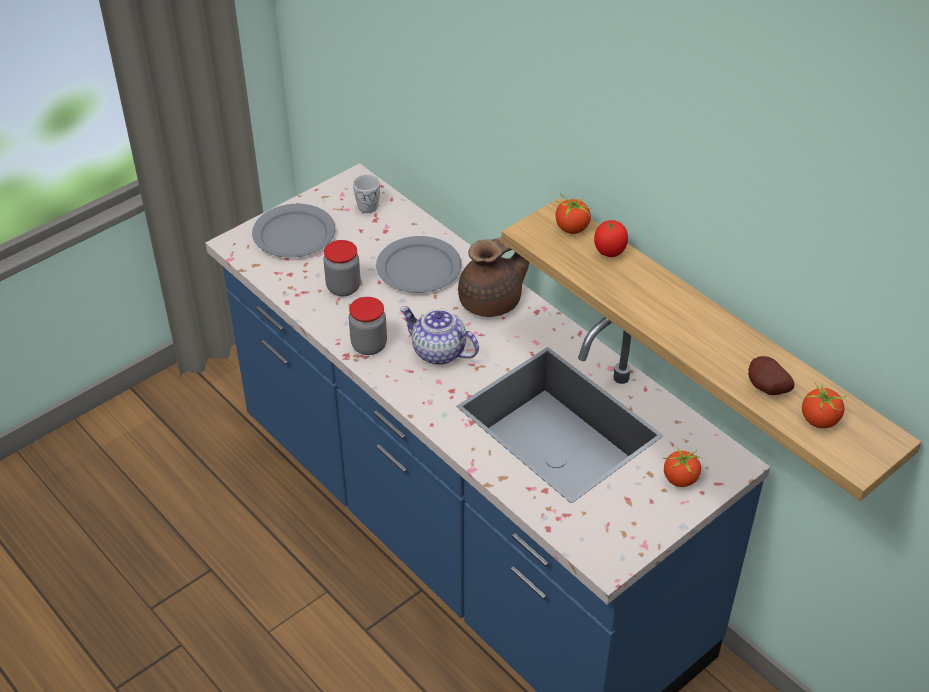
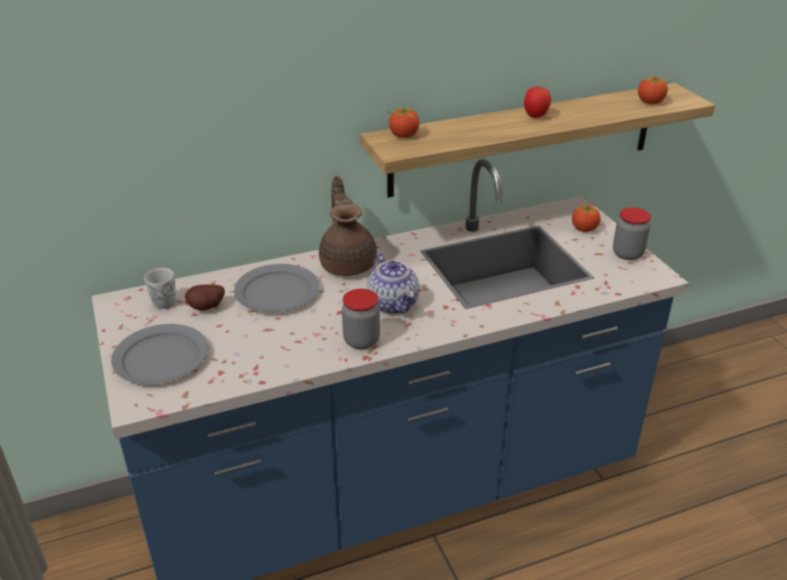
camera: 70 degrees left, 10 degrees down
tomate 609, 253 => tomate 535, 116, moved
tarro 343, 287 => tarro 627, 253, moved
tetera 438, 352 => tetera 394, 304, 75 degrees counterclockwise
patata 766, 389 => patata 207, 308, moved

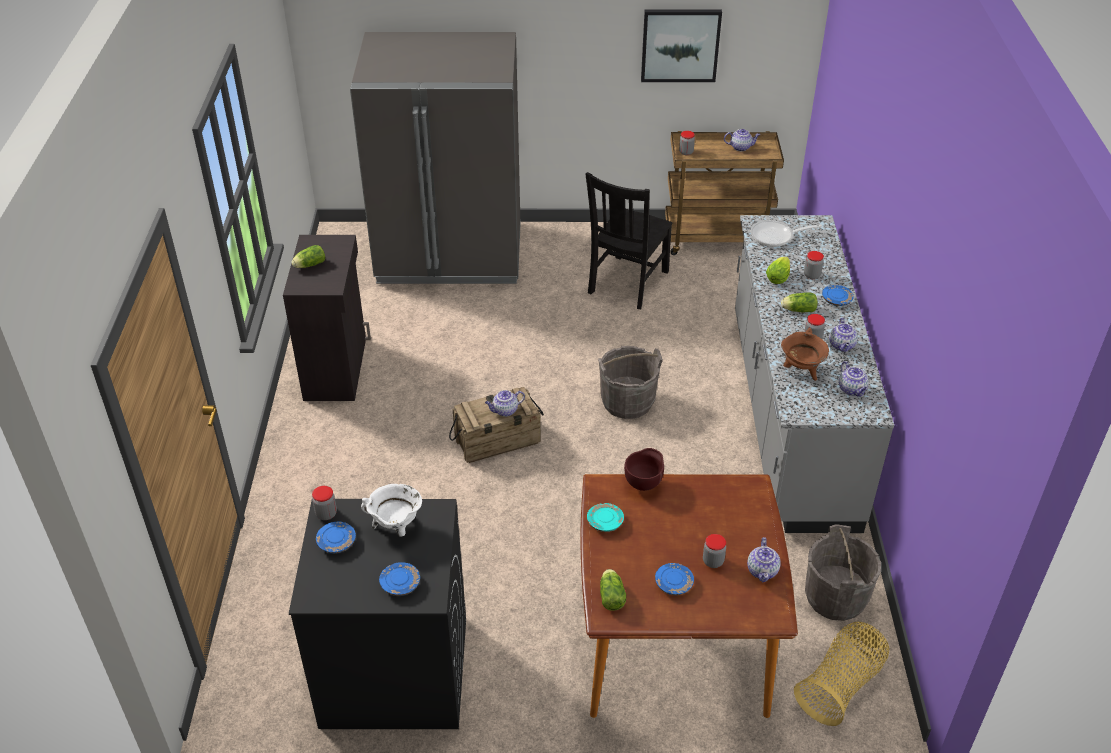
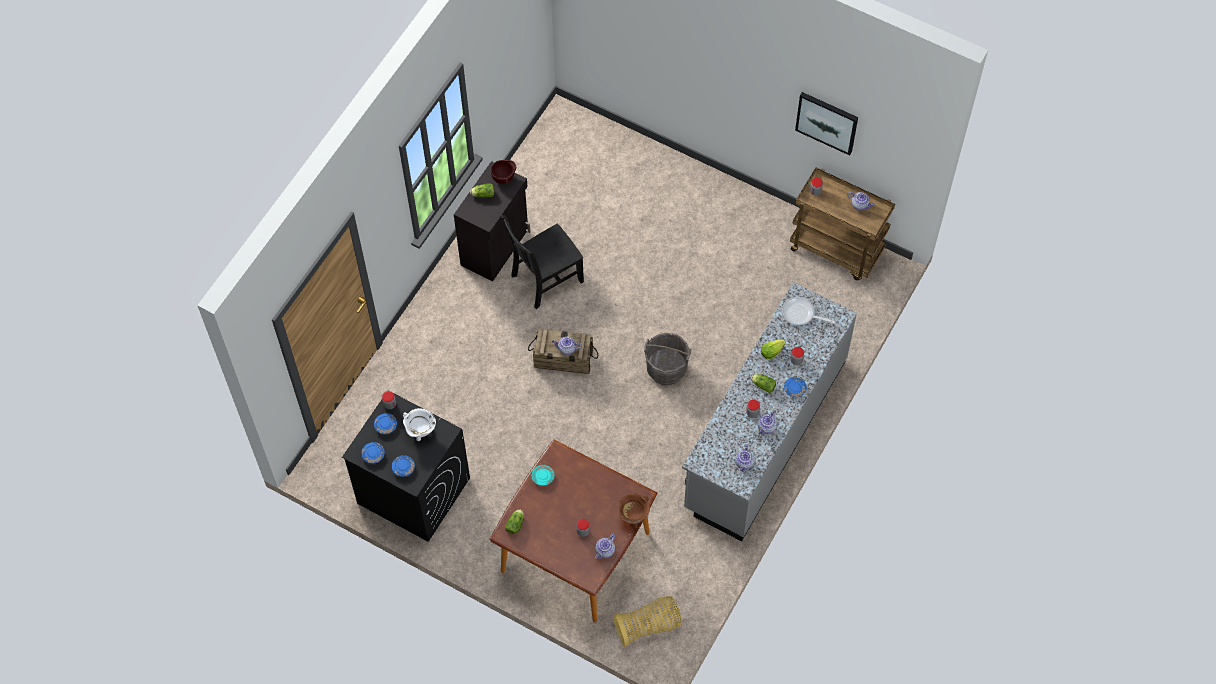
camera: 30 degrees right, 20 degrees up
nevera [gris] 450, 255 => nothing
silla [negro] 626, 283 => silla [negro] 545, 279, moved
olla [marrón] 801, 371 => olla [marrón] 633, 516, moved
cuenco [marrón] 644, 483 => cuenco [marrón] 504, 178, moved
cubo [gris] 835, 597 => nothing
plato [azul] 674, 584 => plato [azul] 373, 455, moved

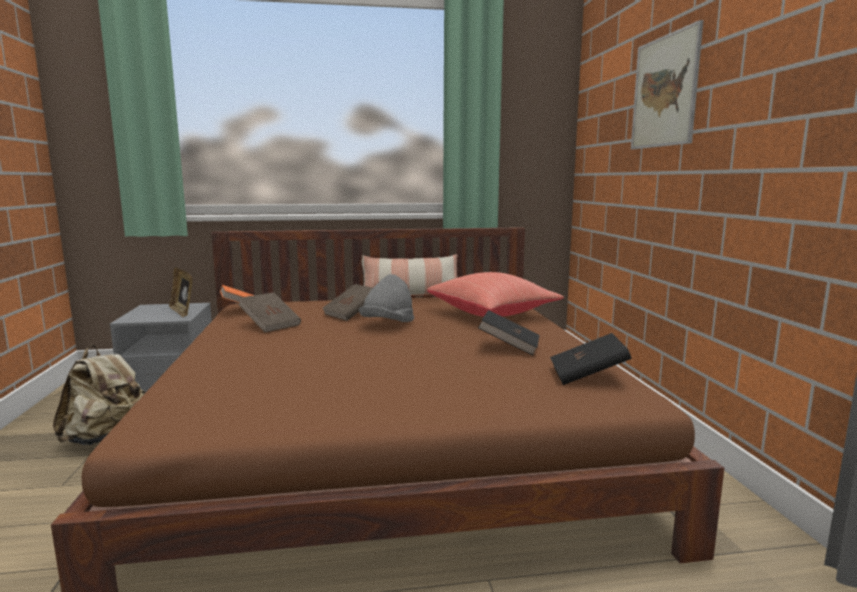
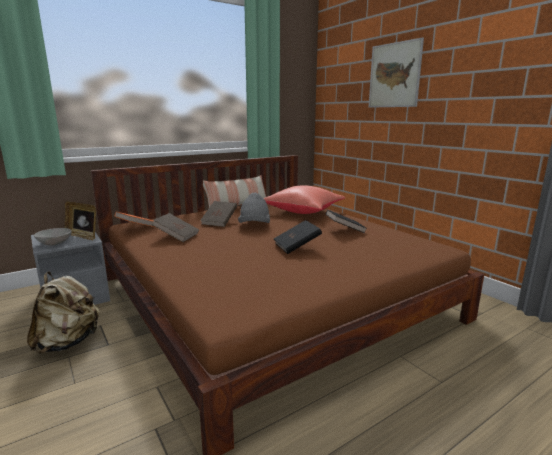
camera: 25 degrees left, 5 degrees up
libro [negro] 587, 376 => libro [negro] 297, 246, moved
nothing => cuenco [gris] 54, 243

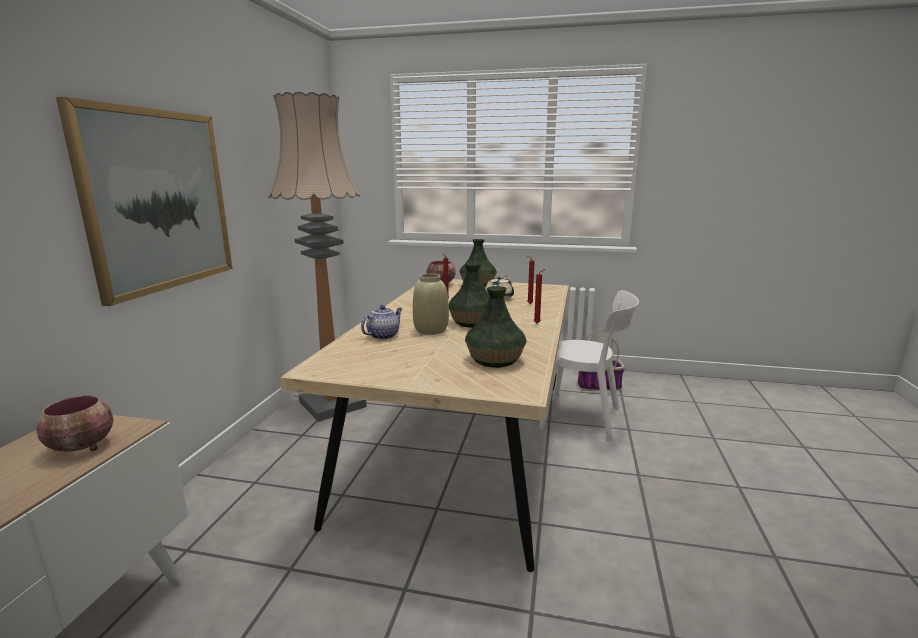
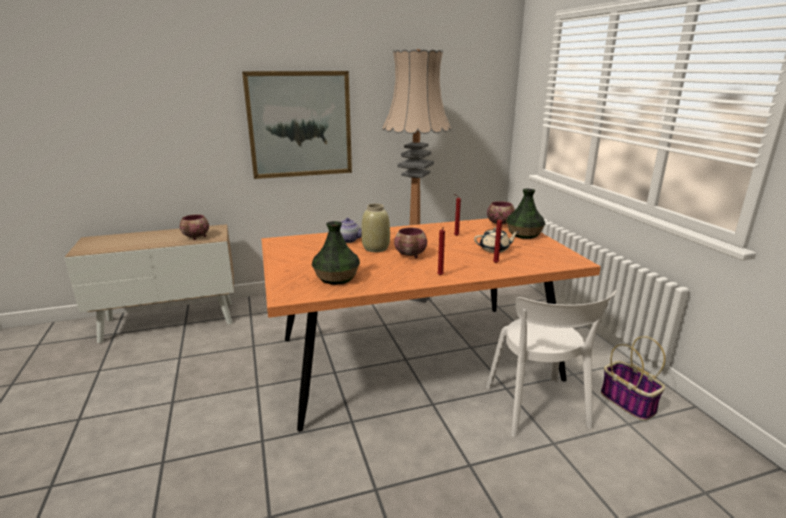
camera: 60 degrees right, 5 degrees up
florero 473, 322 => cuenco 411, 255
mesa de comedor [beis] 463, 446 => mesa de comedor [naranja] 417, 358

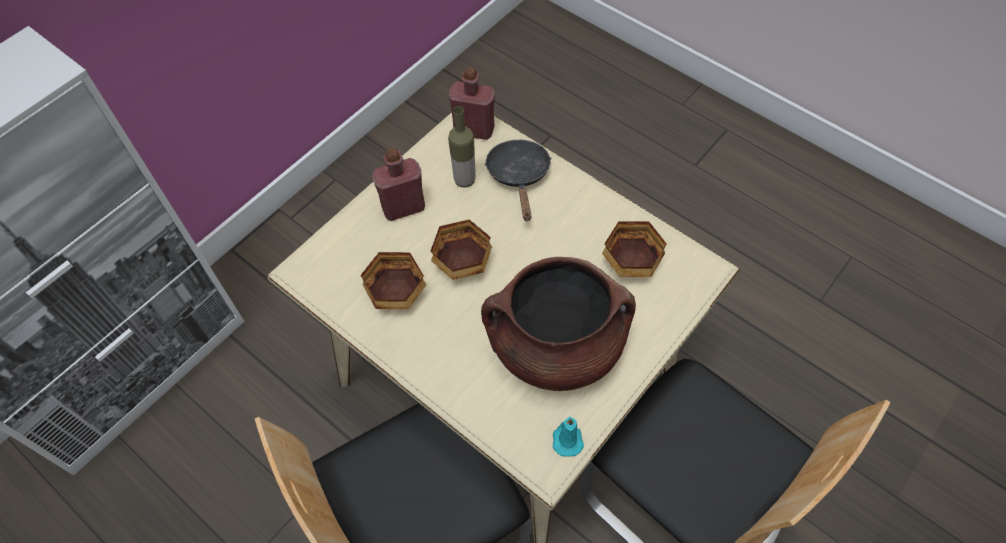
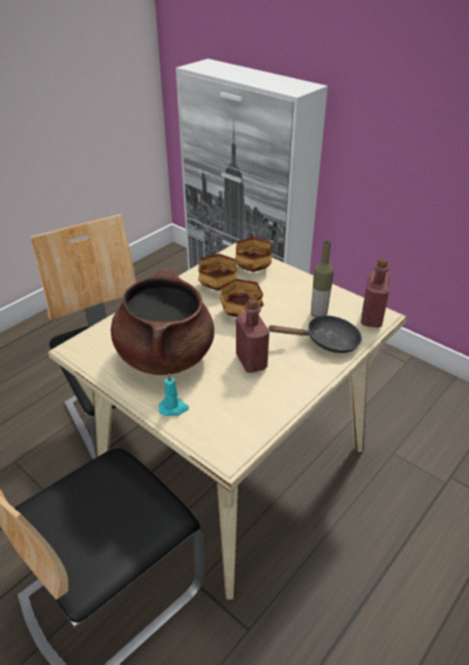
camera: 90 degrees right, 20 degrees down
botella [rojo] 403, 207 => botella [rojo] 251, 361, moved
cuenco 632, 262 => cuenco 254, 268, moved
vela [turquesa] 567, 439 => vela [turquesa] 173, 408, moved

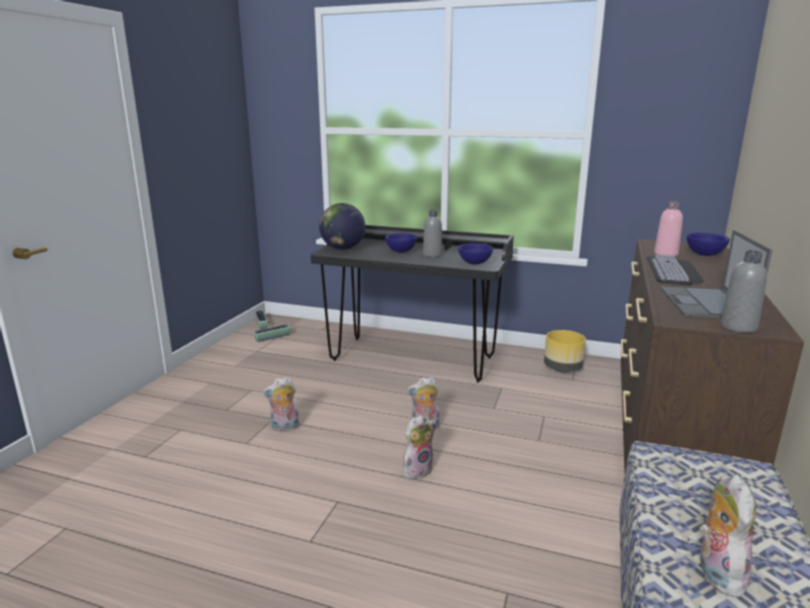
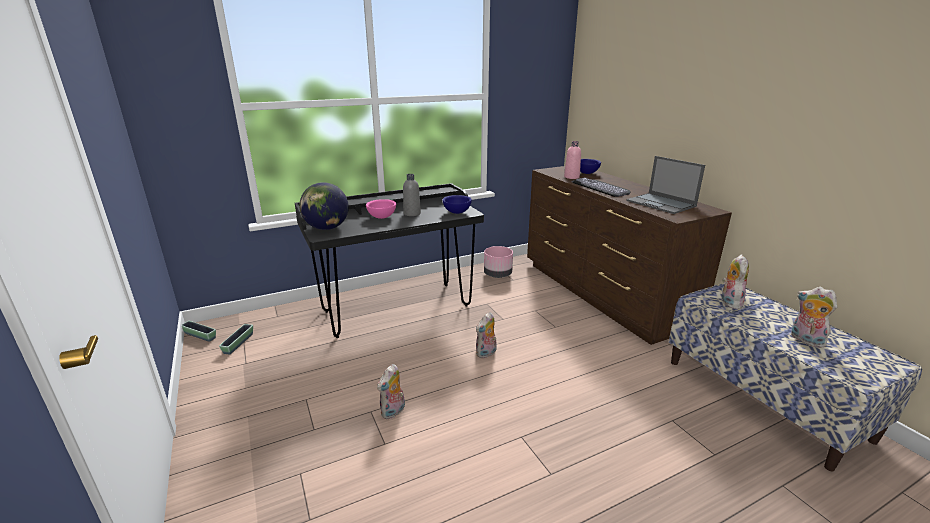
camera: 45 degrees left, 5 degrees up
cuenco [azul] 400, 251 => cuenco [rosa] 381, 217
botella [gris] 738, 327 => nothing
maceta [amarillo] 563, 368 => maceta [rosa] 498, 275
peluche 417, 470 => peluche 729, 302, moved

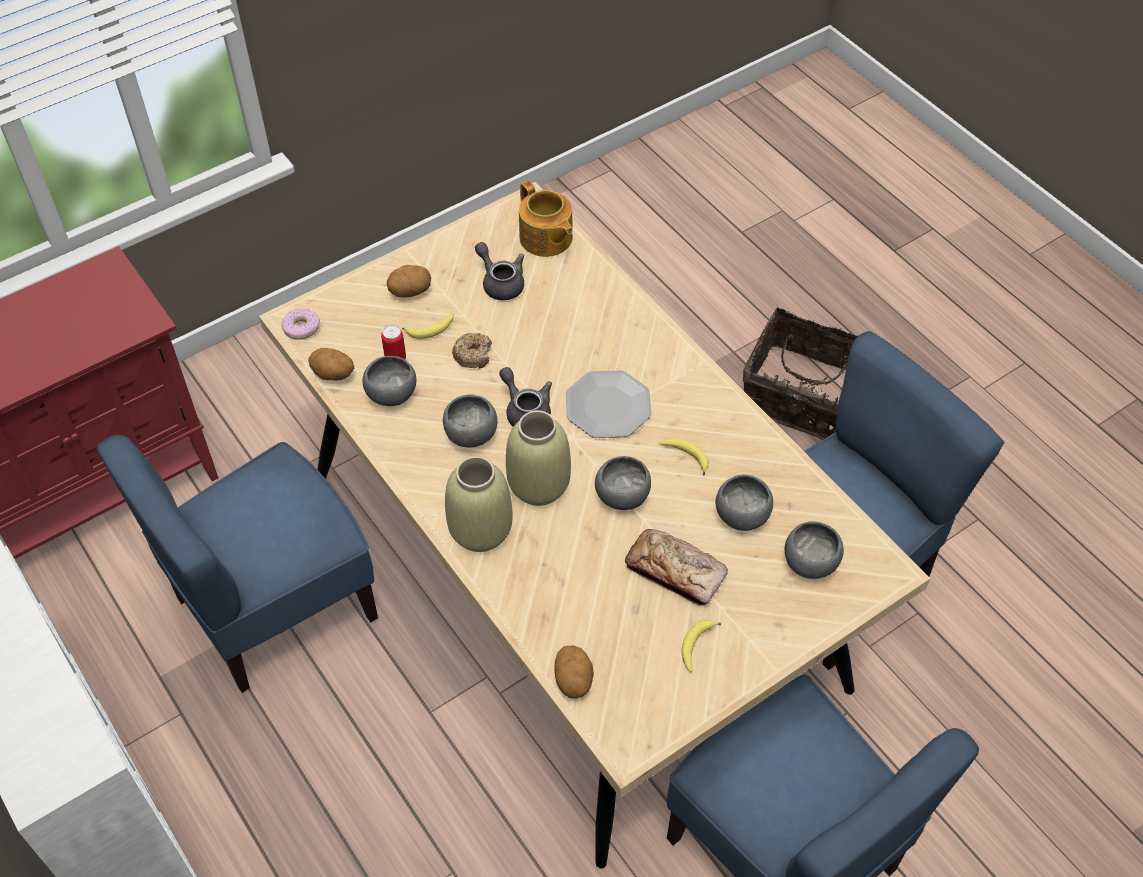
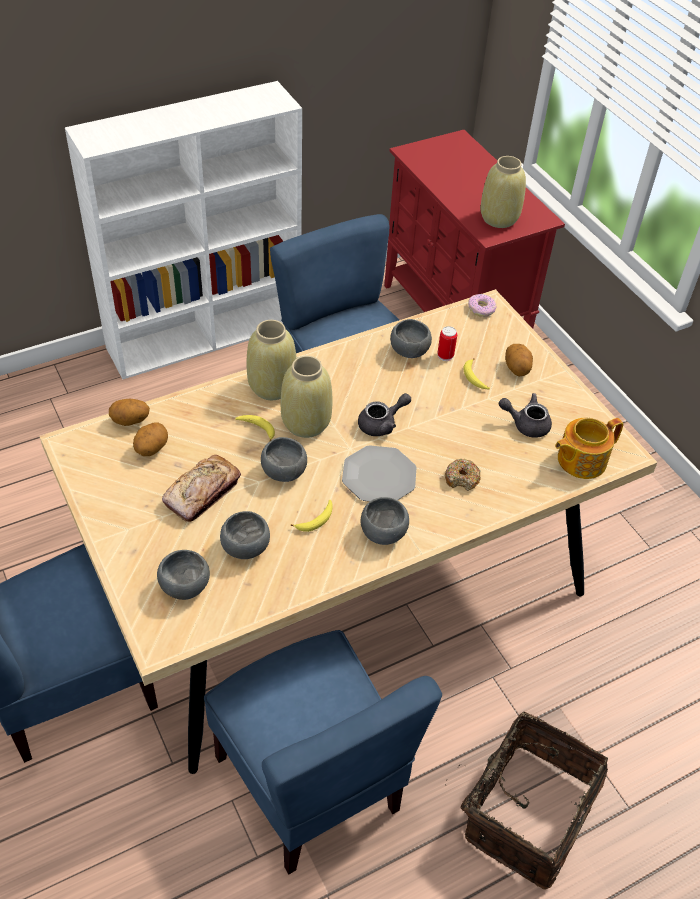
camera: 95 degrees right, 5 degrees down
tetera [gris] 500, 282 => tetera [gris] 526, 424, 135 degrees counterclockwise
rosquilla 473, 355 => rosquilla 462, 479, moved
patata 333, 375 => patata 151, 449, moved
cuenco [gris] 469, 434 => cuenco [gris] 384, 532, moved
plátano 696, 646 => plátano 257, 428, moved
nothing => florero [beis] 498, 218

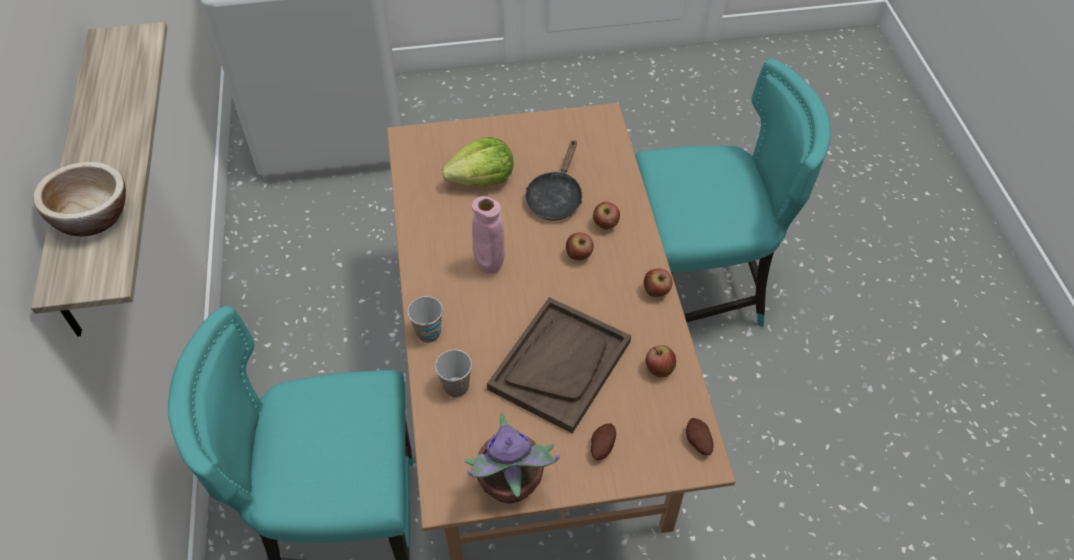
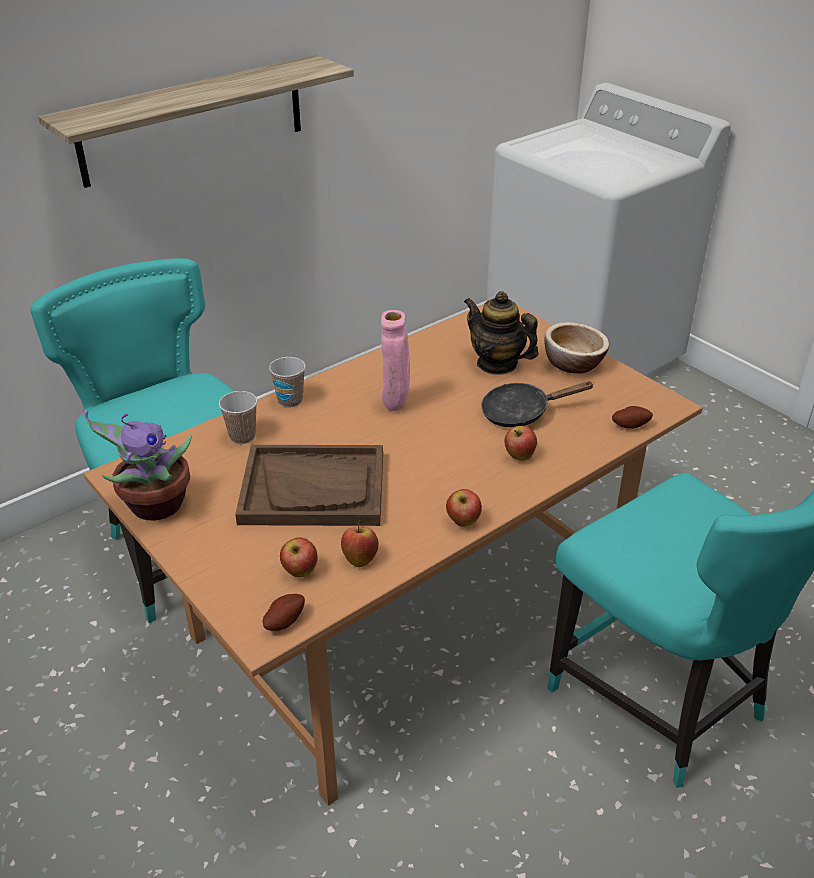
camera: 60 degrees right, 15 degrees down
lechuga 482, 179 => tetera 497, 364
cuenco 92, 216 => cuenco 573, 363, moved
manzana 579, 256 => manzana 300, 572, moved
patata 601, 446 => patata 630, 425, moved

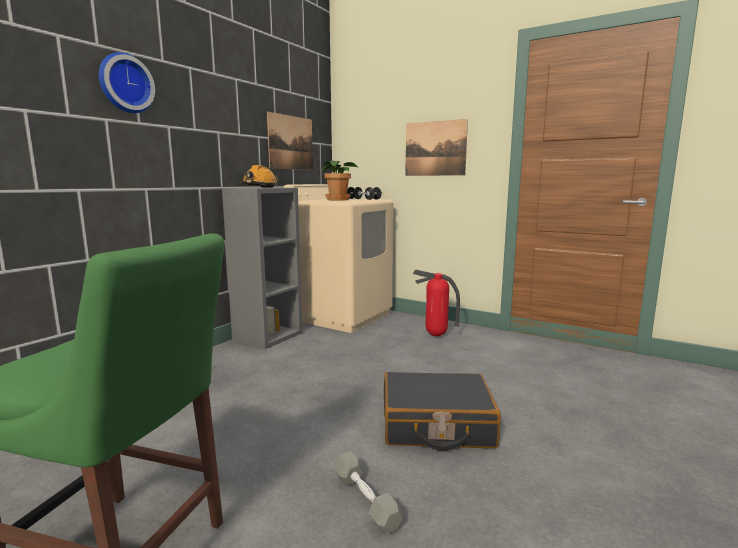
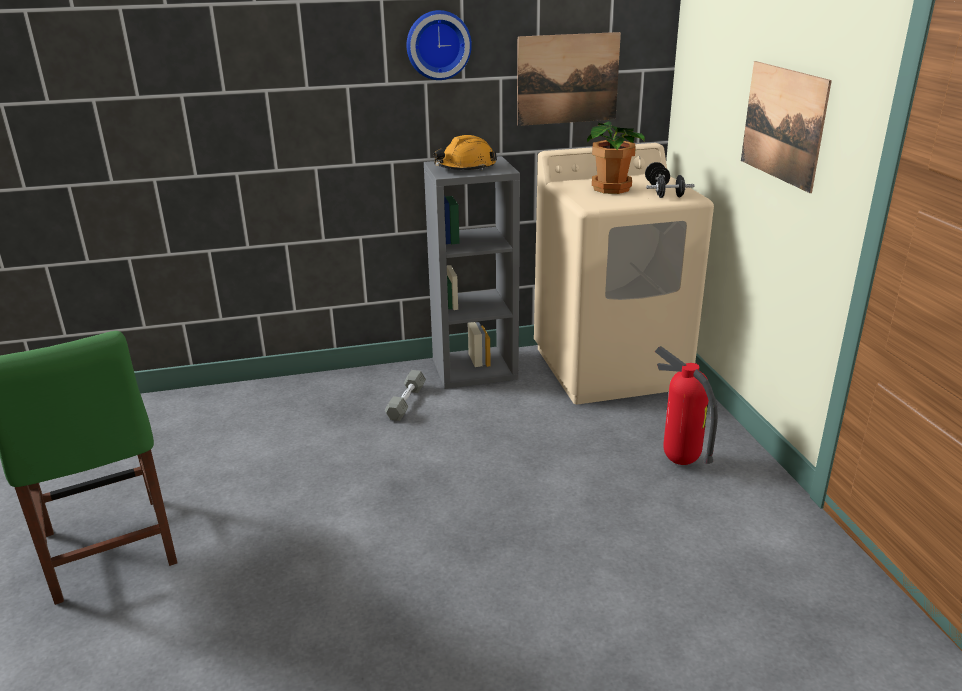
camera: 45 degrees right, 15 degrees up
reloj de pared 125, 84 => reloj de pared 438, 45, moved
maleta [negro] 436, 425 => nothing
mancuerna [gris] 365, 500 => mancuerna [gris] 406, 403, moved

